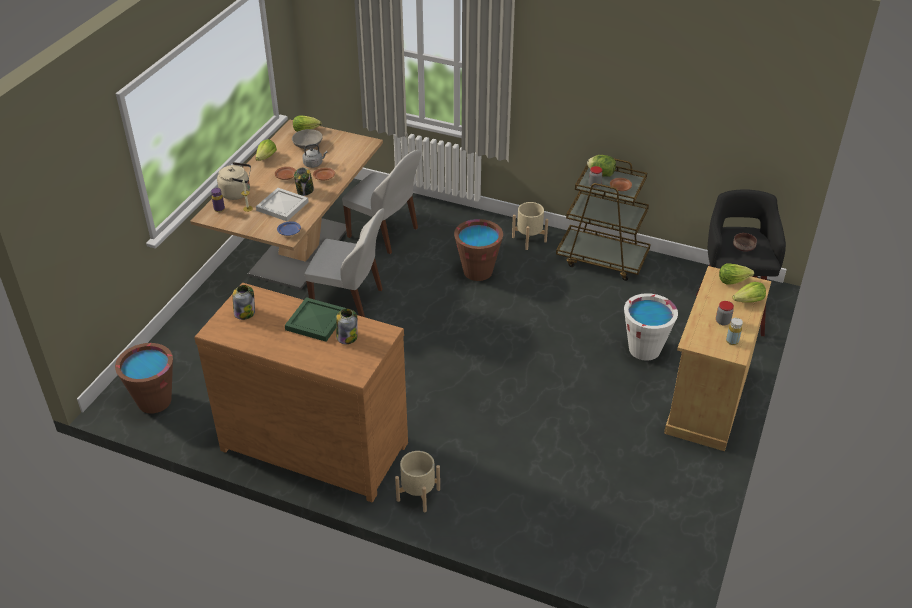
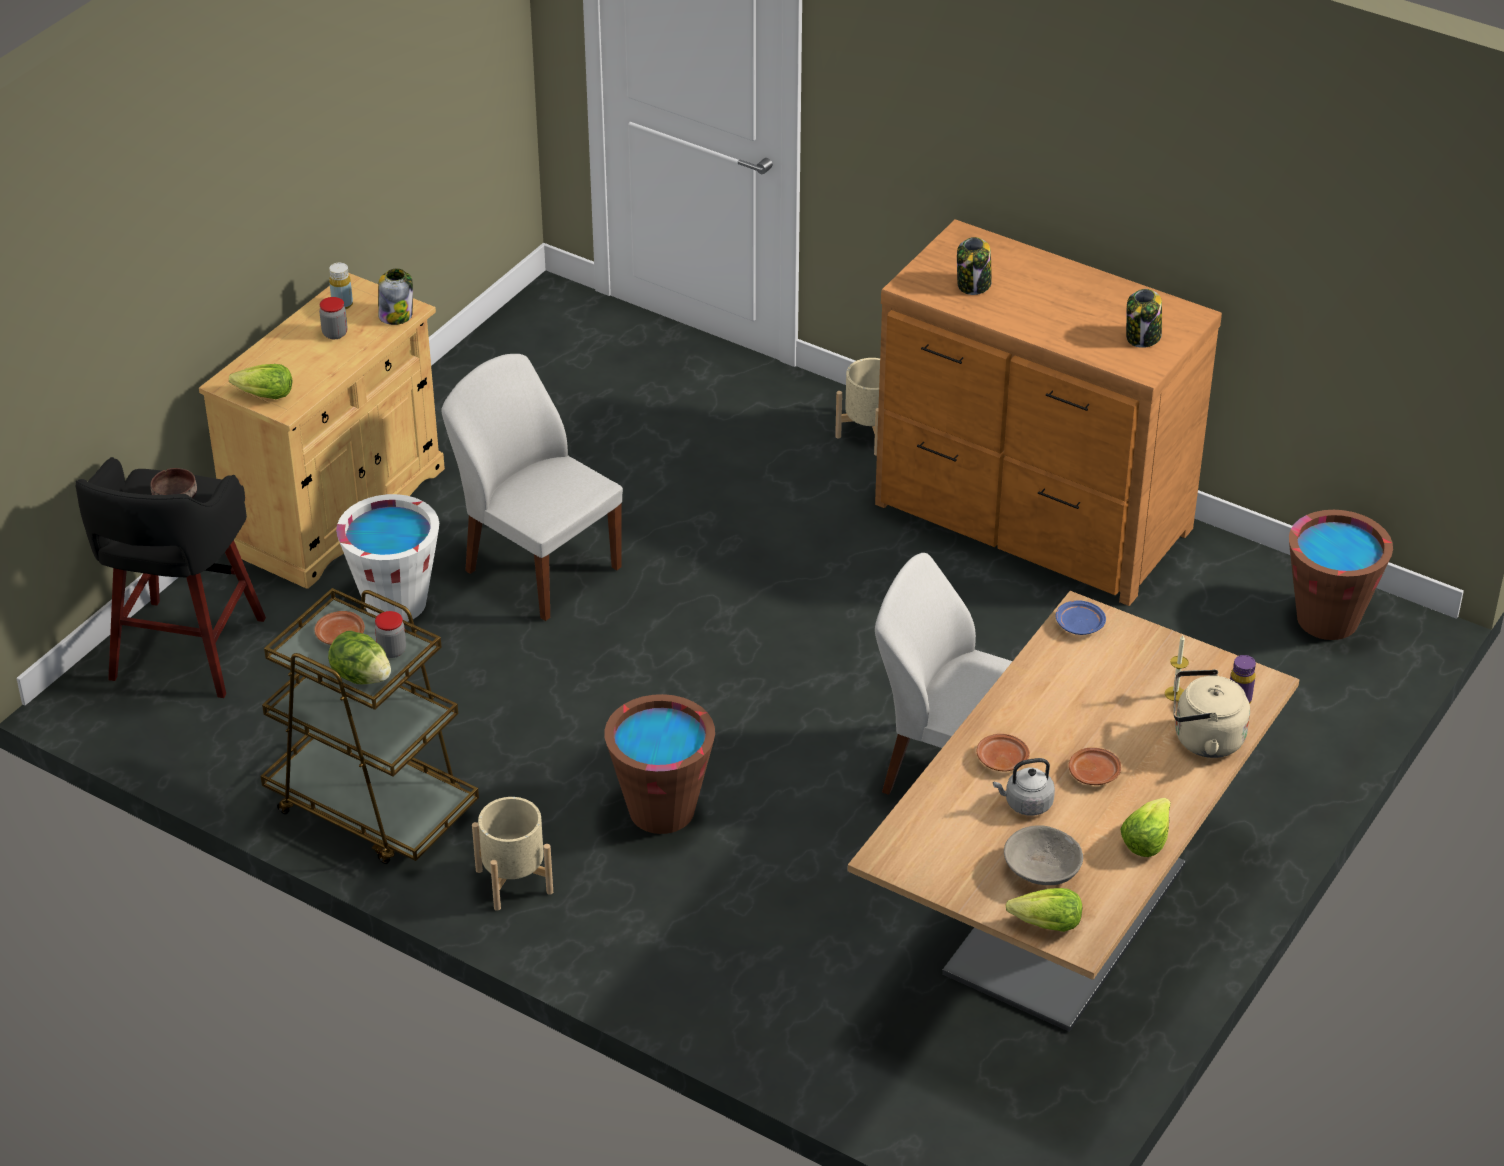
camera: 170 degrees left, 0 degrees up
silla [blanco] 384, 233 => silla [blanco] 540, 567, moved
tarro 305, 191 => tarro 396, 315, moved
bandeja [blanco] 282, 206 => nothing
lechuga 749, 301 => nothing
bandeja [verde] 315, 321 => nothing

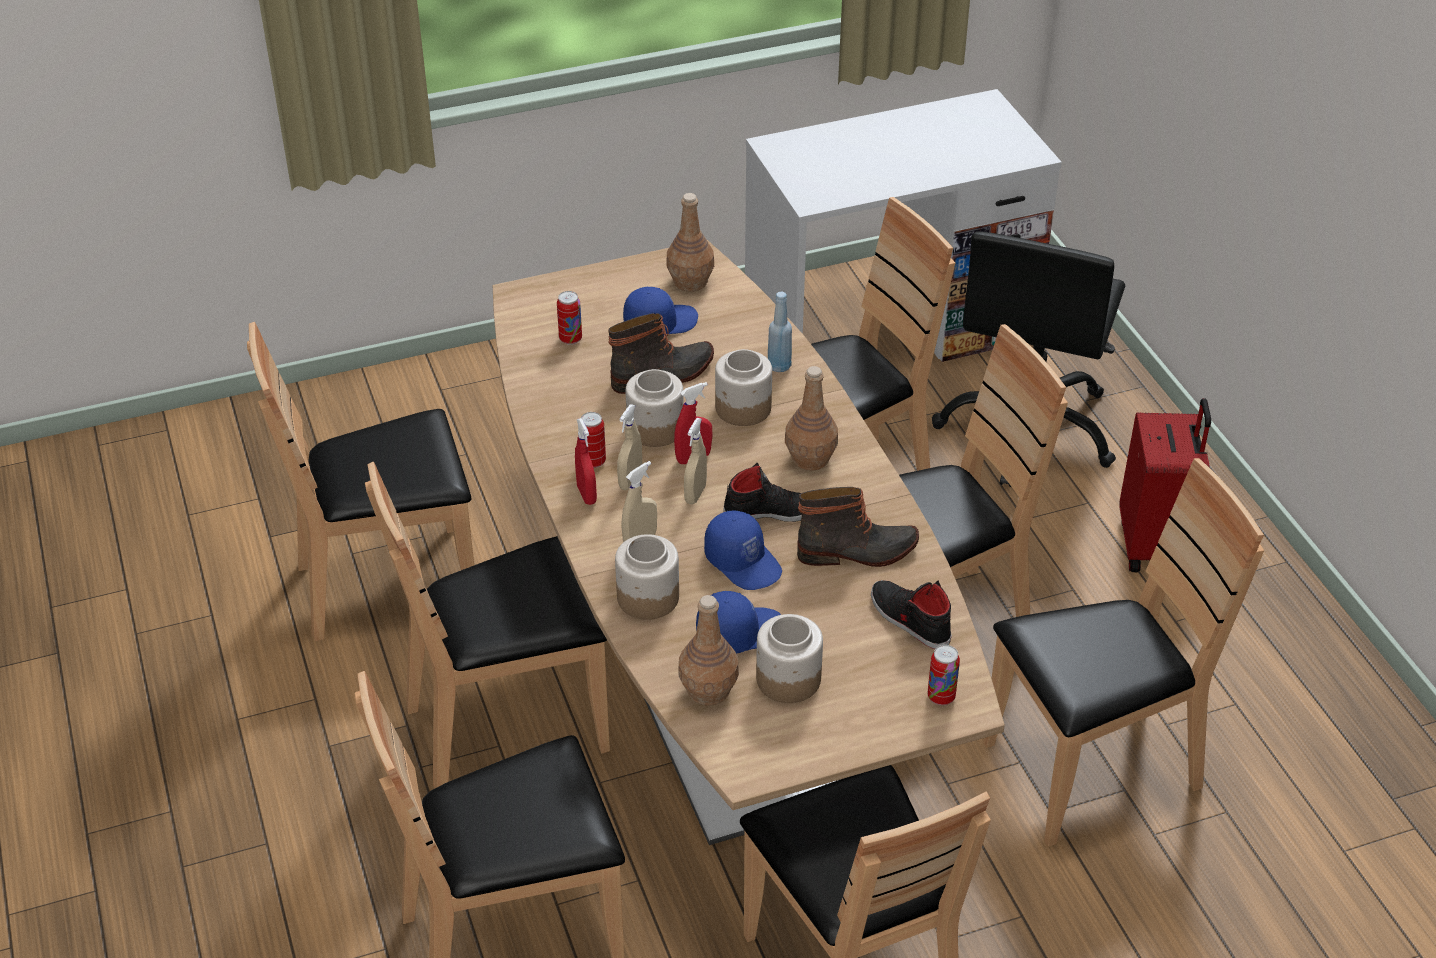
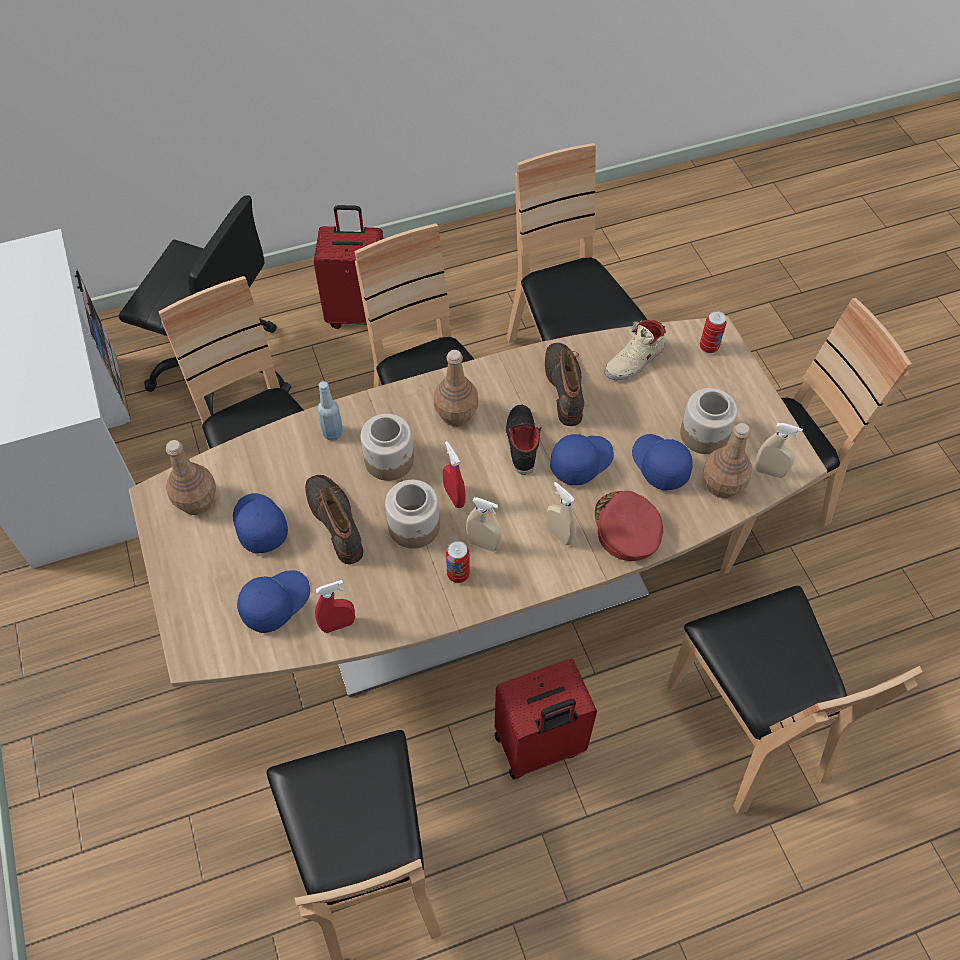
camera: 90 degrees left, 15 degrees up
lata 570, 339 => gorra [azul] 275, 602
pulverizador [rojo] 586, 495 => pulverizador [rojo] 338, 625, moved
pulverizador [beis] 695, 494 => pulverizador [beis] 769, 472, moved
silla [marrón] 509, 725 => maleta [rojo] 539, 746
tarro 647, 597 => gorra [rojo] 626, 528
zapato [negro] 909, 619 => zapato [beis] 635, 360

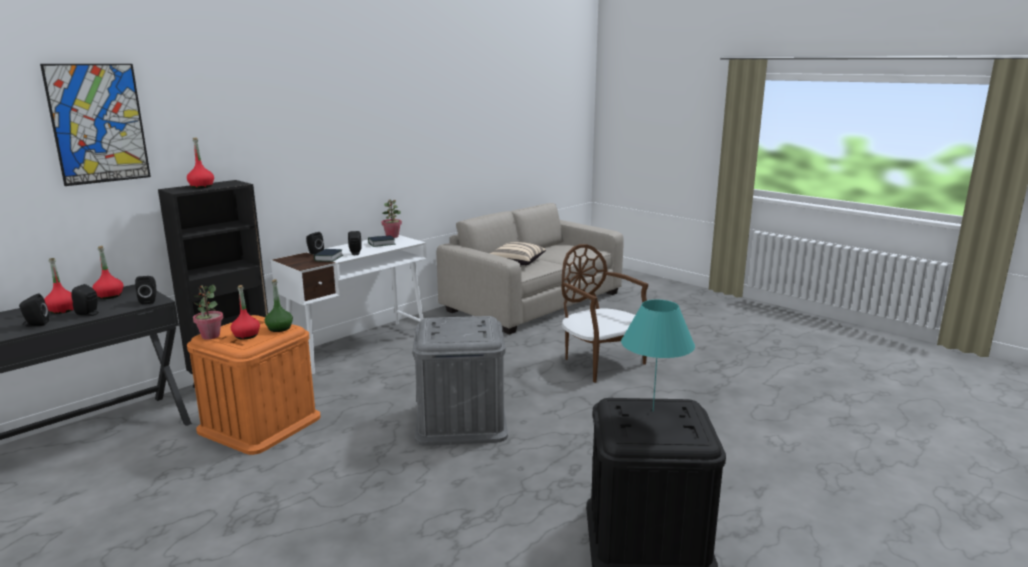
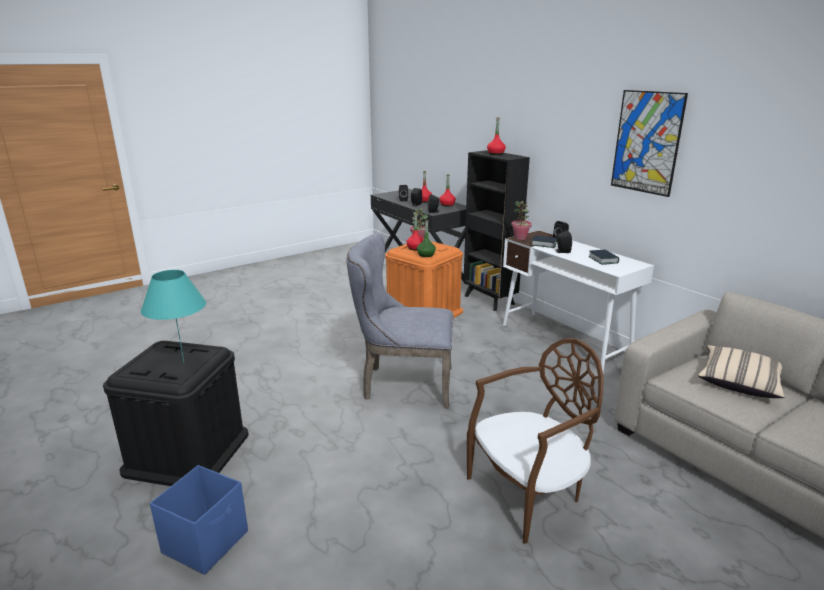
camera: 100 degrees right, 5 degrees up
cuadro 98, 124 => cuadro 647, 142, moved
planta en maceta 392, 236 => planta en maceta 520, 238, moved
caja de almacenaje [gris] 461, 420 => silla [gris] 402, 384
nothing => caja de almacenaje [azul] 207, 541

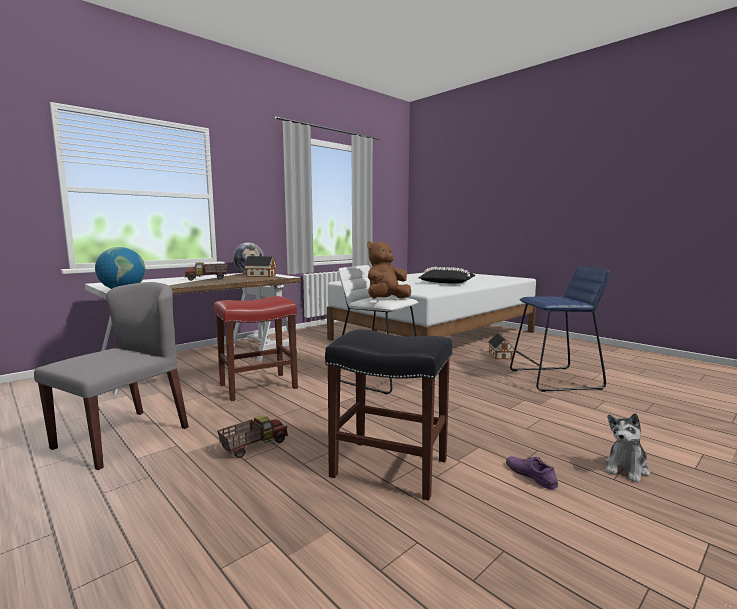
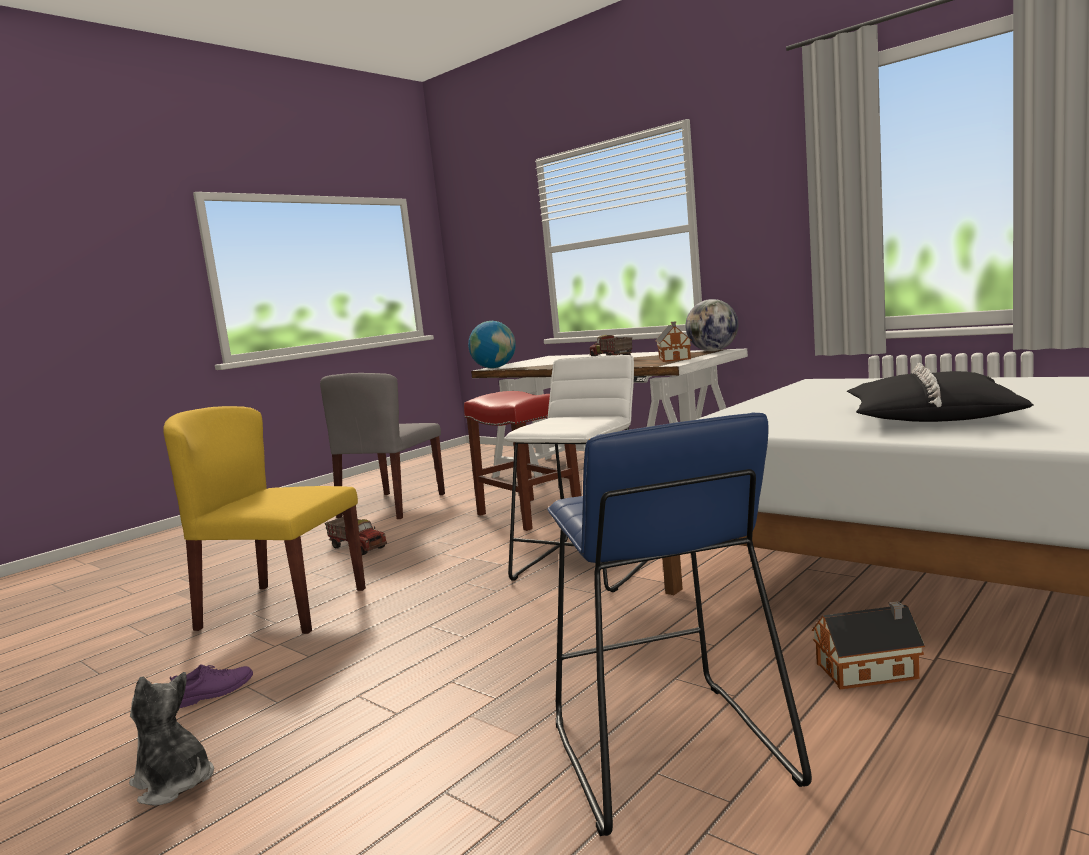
camera: 85 degrees right, 0 degrees up
peluche [marrón] 386, 300 => nothing
silla [gris] 123, 437 => silla [gris] 392, 506, 90 degrees clockwise
taburete [negro] 388, 468 => silla [amarillo] 281, 608

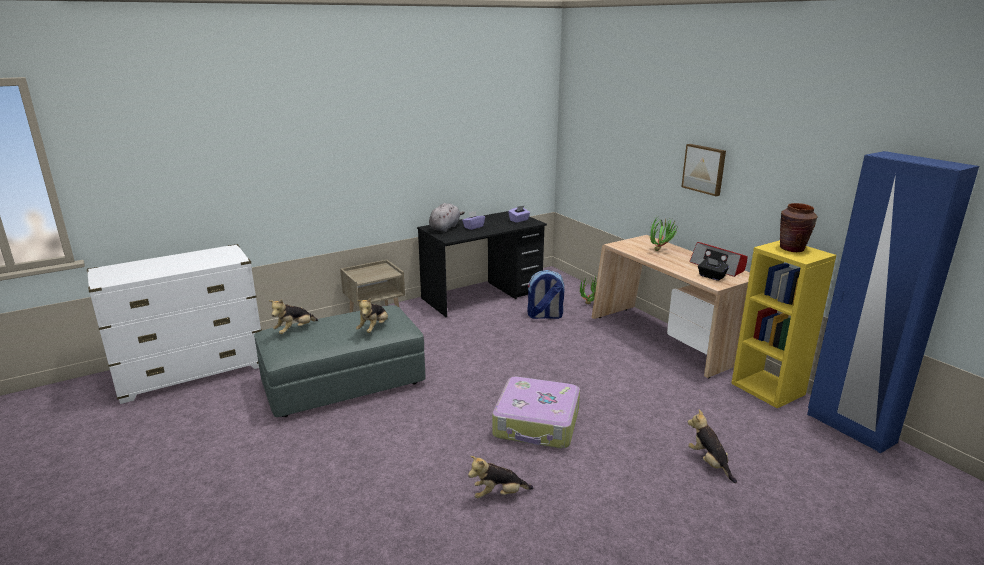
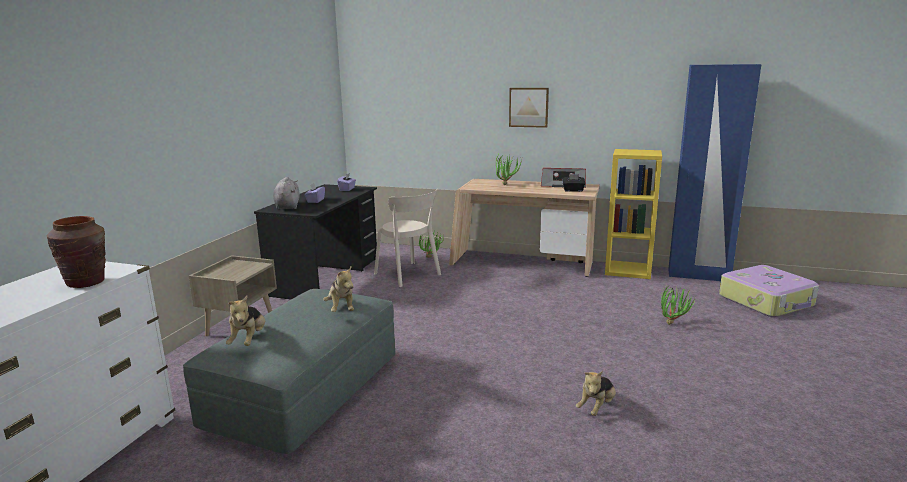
camera: 40 degrees left, 5 degrees down
florero [marrón] 792, 249 => florero [marrón] 86, 282, moved
mochila 544, 316 => silla [beis] 409, 275
maleta 537, 424 => maleta 767, 301, moved
peluche 709, 463 => planta en maceta 673, 323

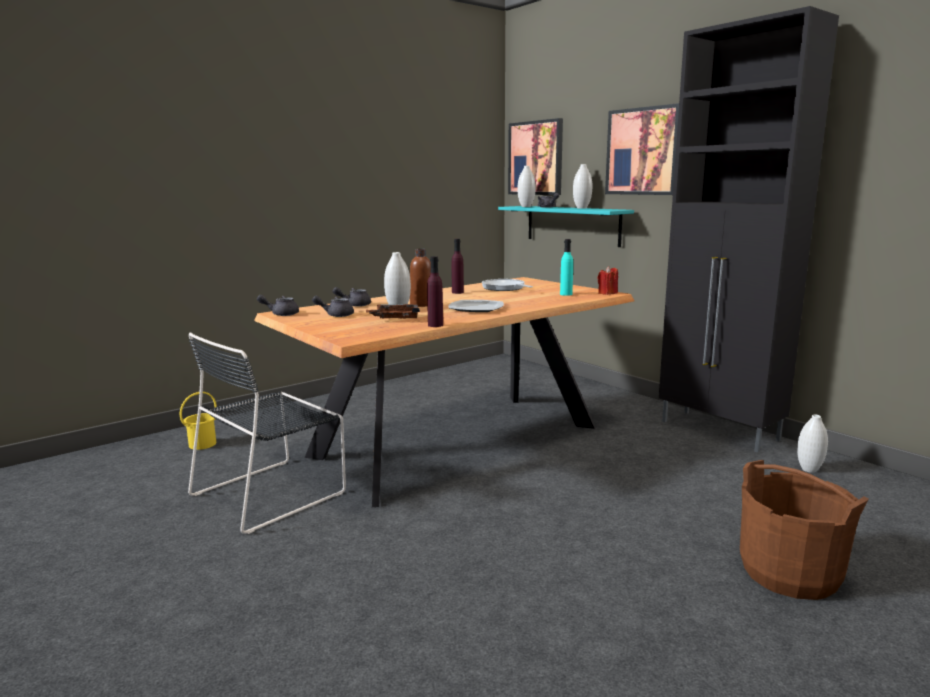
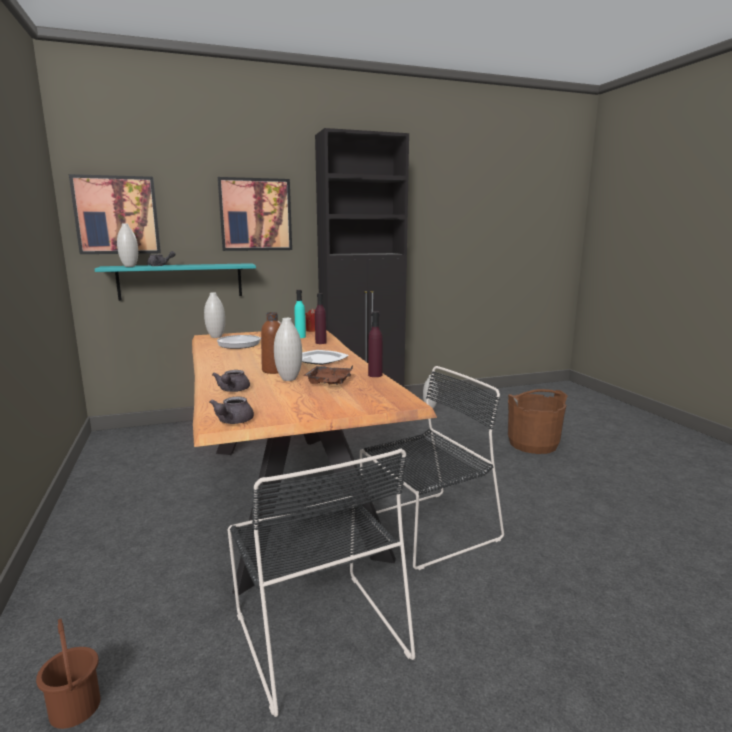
camera: 70 degrees left, 0 degrees up
florero [blanco] 581, 208 => florero [blanco] 216, 337, moved
botella [morado] 457, 292 => botella [morado] 321, 343, moved
tetera [gris] 336, 315 => nothing
cubo [amarillo] 202, 444 => cubo [marrón] 74, 708
nothing => silla [negro] 425, 528

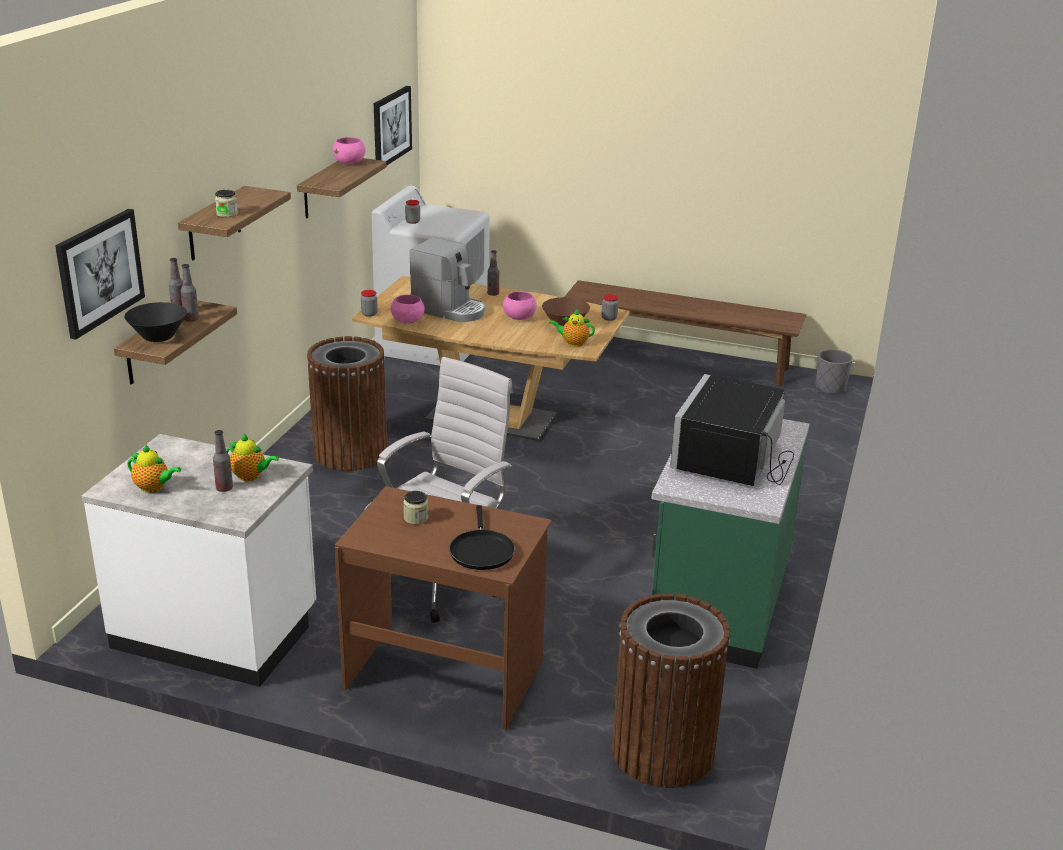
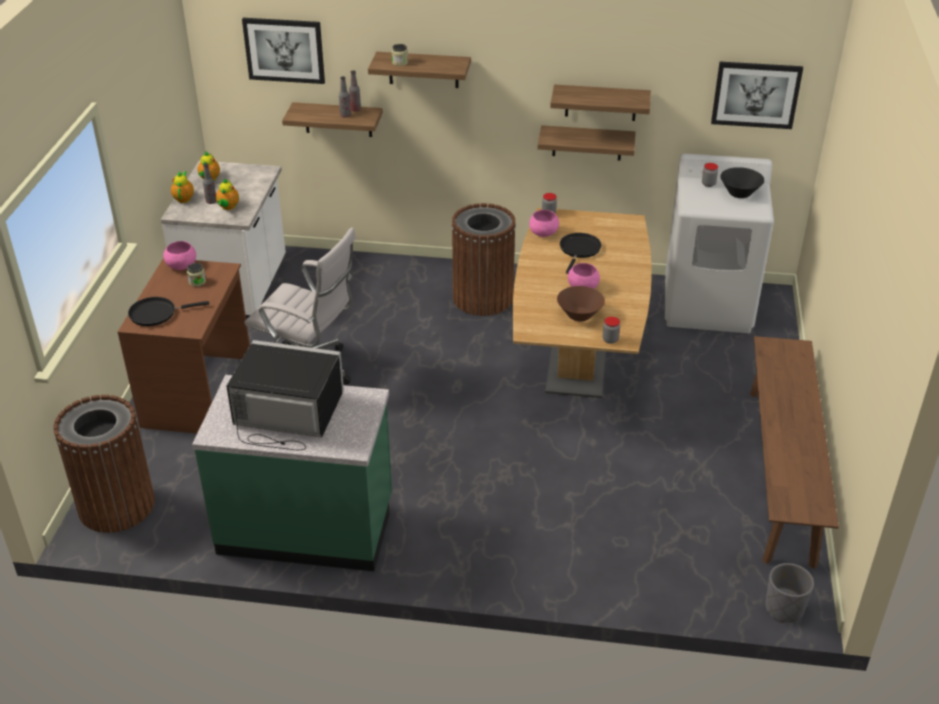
camera: 80 degrees right, 10 degrees up
cuenco [rosa] 350, 163 => cuenco [rosa] 181, 266, moved
cafetera 449, 310 => sartén [negro] 579, 250
botella 493, 294 => nothing
cuenco [negro] 158, 337 => cuenco [negro] 739, 193, moved
tetera 573, 343 => tetera 184, 198, moved
nothing => estante 587, 143

